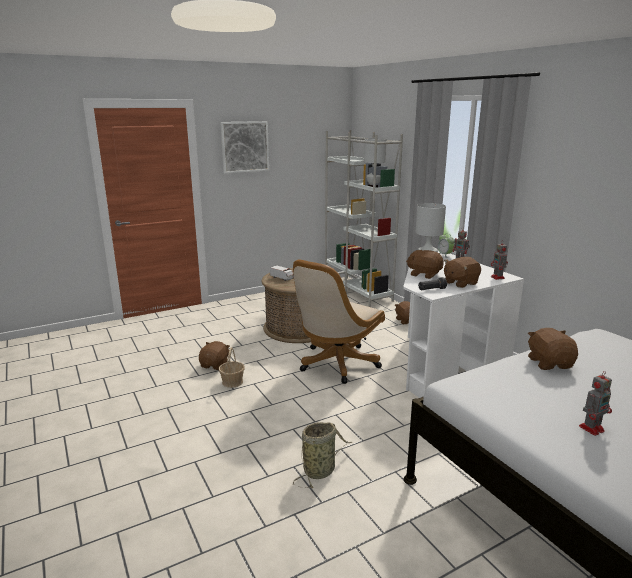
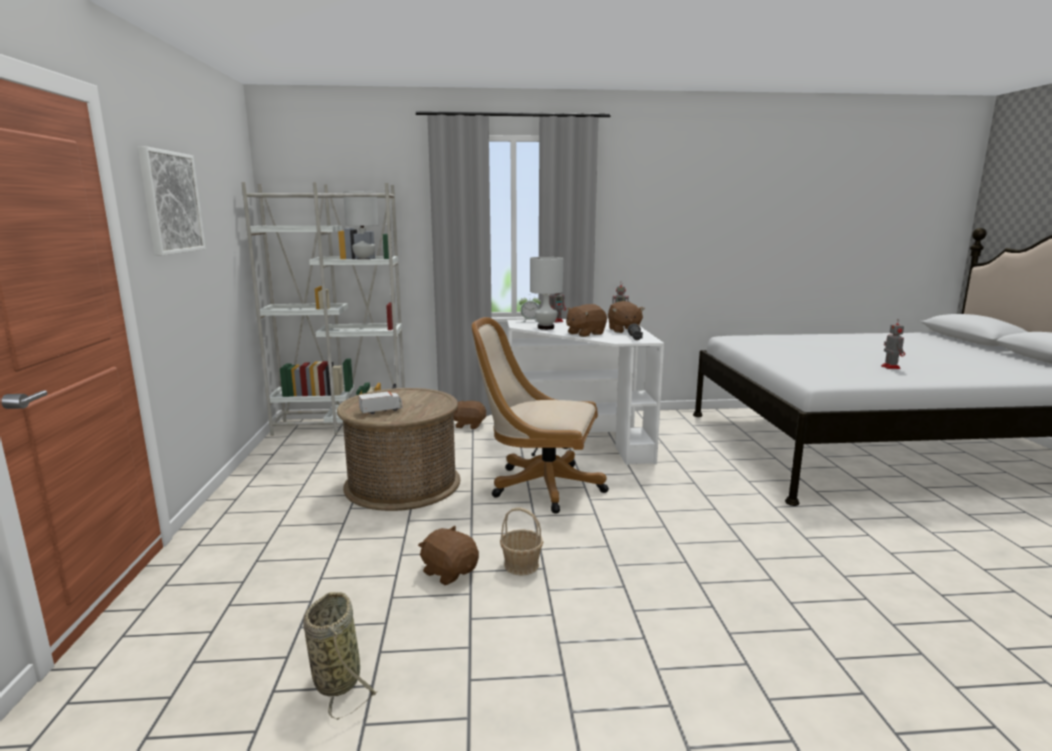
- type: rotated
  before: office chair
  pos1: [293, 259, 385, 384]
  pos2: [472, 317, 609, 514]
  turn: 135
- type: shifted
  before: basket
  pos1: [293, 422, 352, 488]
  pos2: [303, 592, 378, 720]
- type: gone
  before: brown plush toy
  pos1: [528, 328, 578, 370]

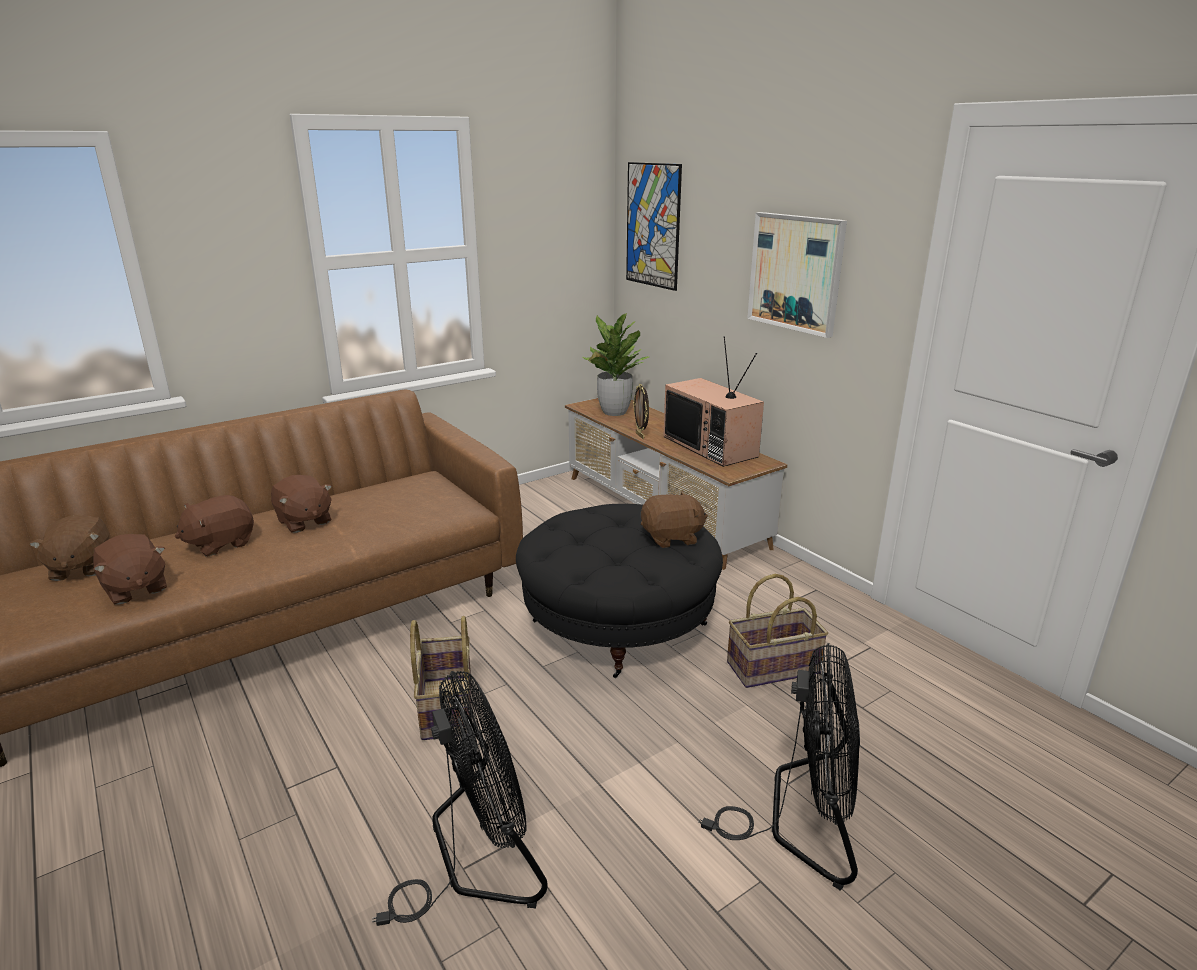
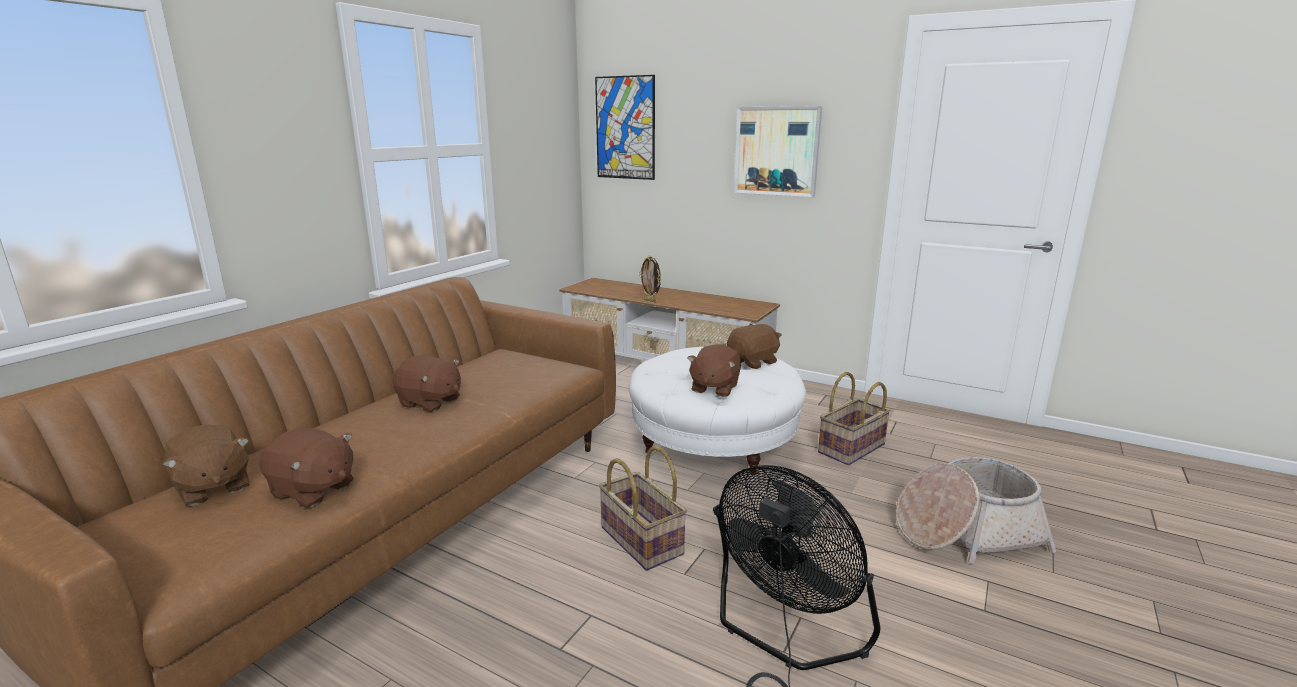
- type: shifted
  before: brown plush toy
  pos1: [175, 495, 254, 557]
  pos2: [687, 344, 741, 397]
- type: repainted
  before: black ottoman
  after: white ottoman
  pos1: [516, 504, 723, 678]
  pos2: [629, 347, 806, 483]
- type: gone
  before: potted plant
  pos1: [583, 313, 649, 416]
- type: gone
  before: television
  pos1: [663, 336, 764, 467]
- type: swapped
  before: black fan
  after: basket
  pos1: [698, 643, 860, 891]
  pos2: [896, 457, 1056, 564]

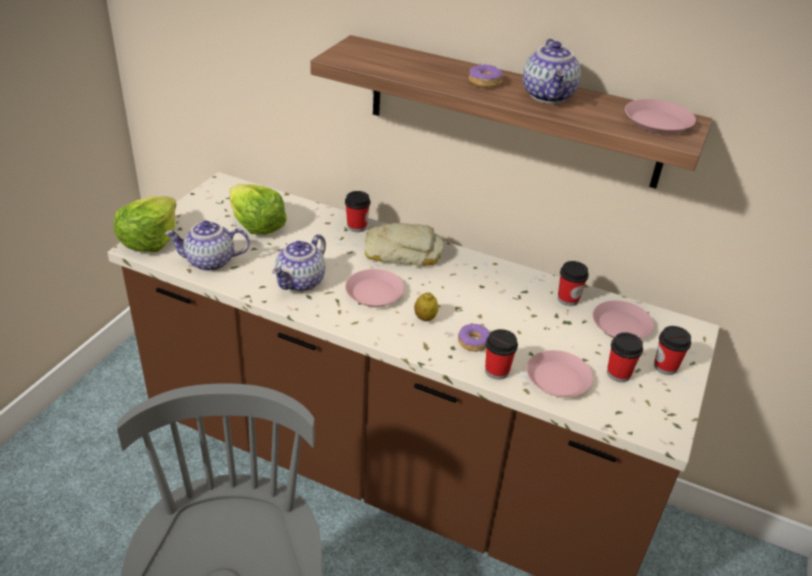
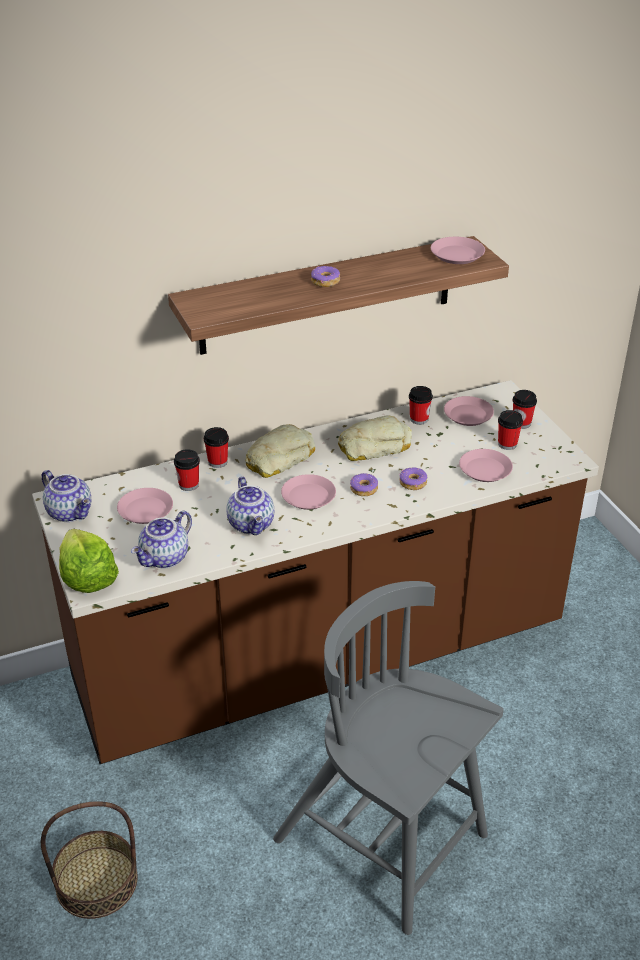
- type: swapped
  before: lettuce
  after: pink plate
  pos1: [230, 184, 287, 235]
  pos2: [117, 488, 173, 524]
- type: swapped
  before: lemon
  after: donut
  pos1: [414, 292, 438, 321]
  pos2: [350, 473, 378, 496]
- type: shifted
  before: cup
  pos1: [485, 329, 518, 380]
  pos2: [174, 449, 200, 491]
- type: shifted
  before: teapot
  pos1: [523, 39, 581, 103]
  pos2: [42, 470, 91, 522]
- type: new
  after: basket
  pos2: [41, 801, 138, 919]
- type: new
  after: bread
  pos2: [338, 415, 412, 461]

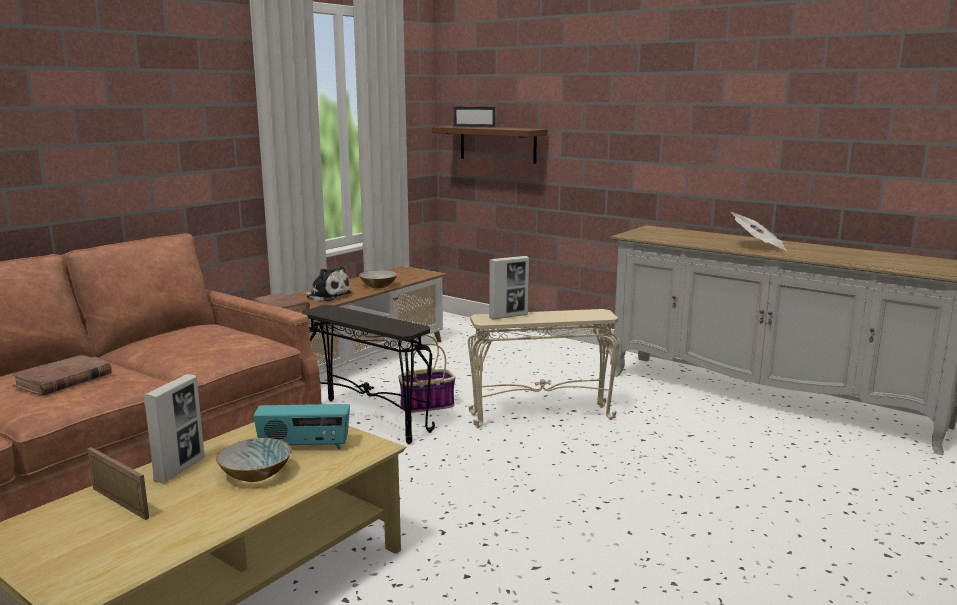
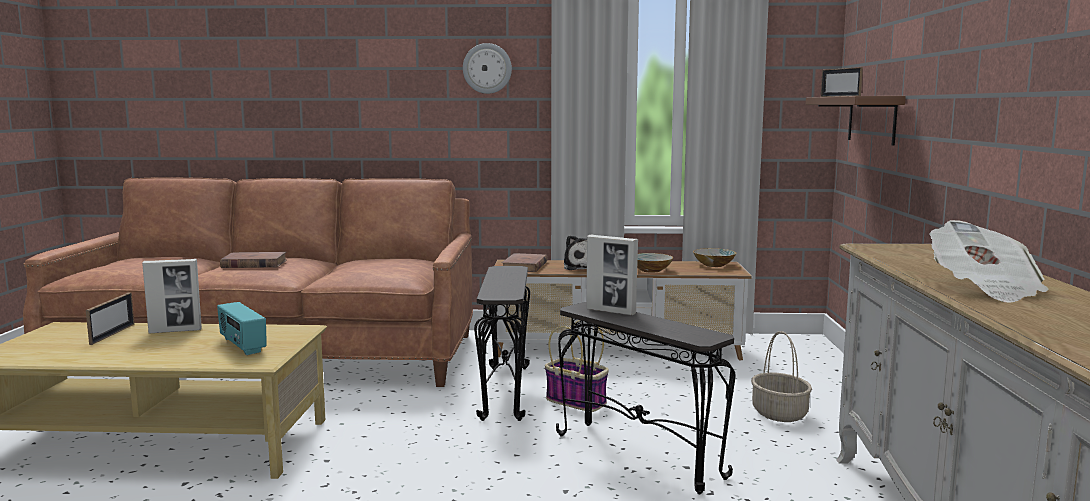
- type: shifted
  before: bowl
  pos1: [216, 438, 292, 482]
  pos2: [693, 248, 736, 267]
- type: repainted
  before: beige side table
  after: black side table
  pos1: [468, 309, 620, 428]
  pos2: [556, 302, 736, 494]
- type: new
  after: wall clock
  pos2: [463, 43, 512, 94]
- type: new
  after: basket
  pos2: [751, 331, 812, 422]

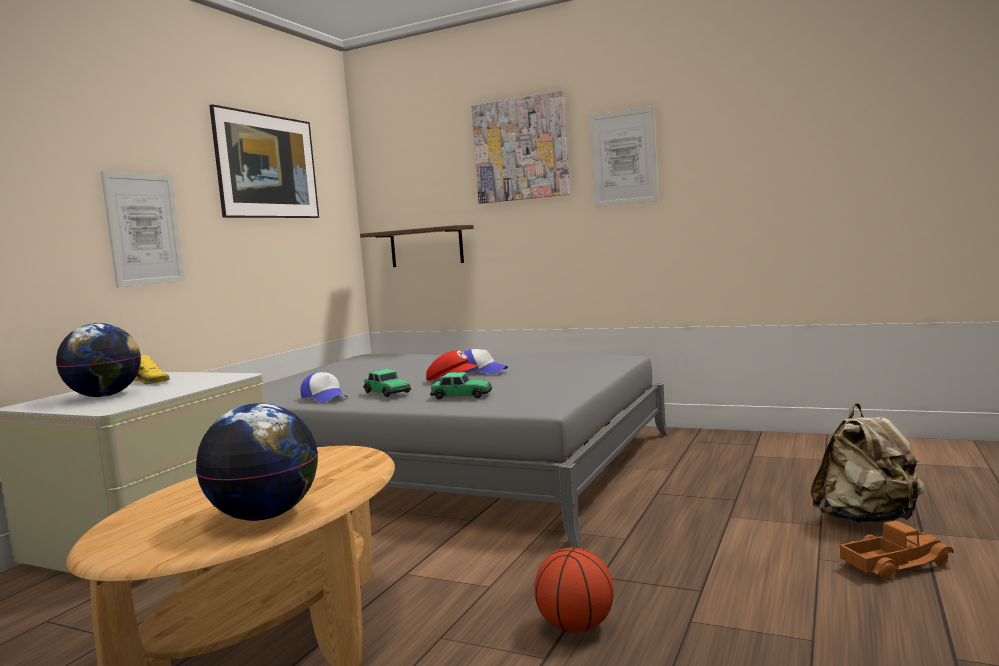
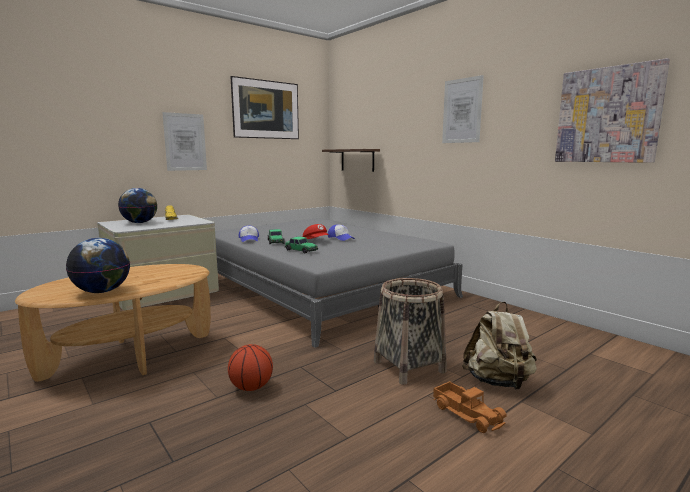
- type: shifted
  before: picture
  pos1: [471, 90, 570, 204]
  pos2: [555, 58, 670, 163]
- type: rotated
  before: toy truck
  pos1: [840, 520, 954, 580]
  pos2: [433, 381, 507, 433]
  turn: 45
- type: new
  after: basket
  pos2: [374, 278, 446, 385]

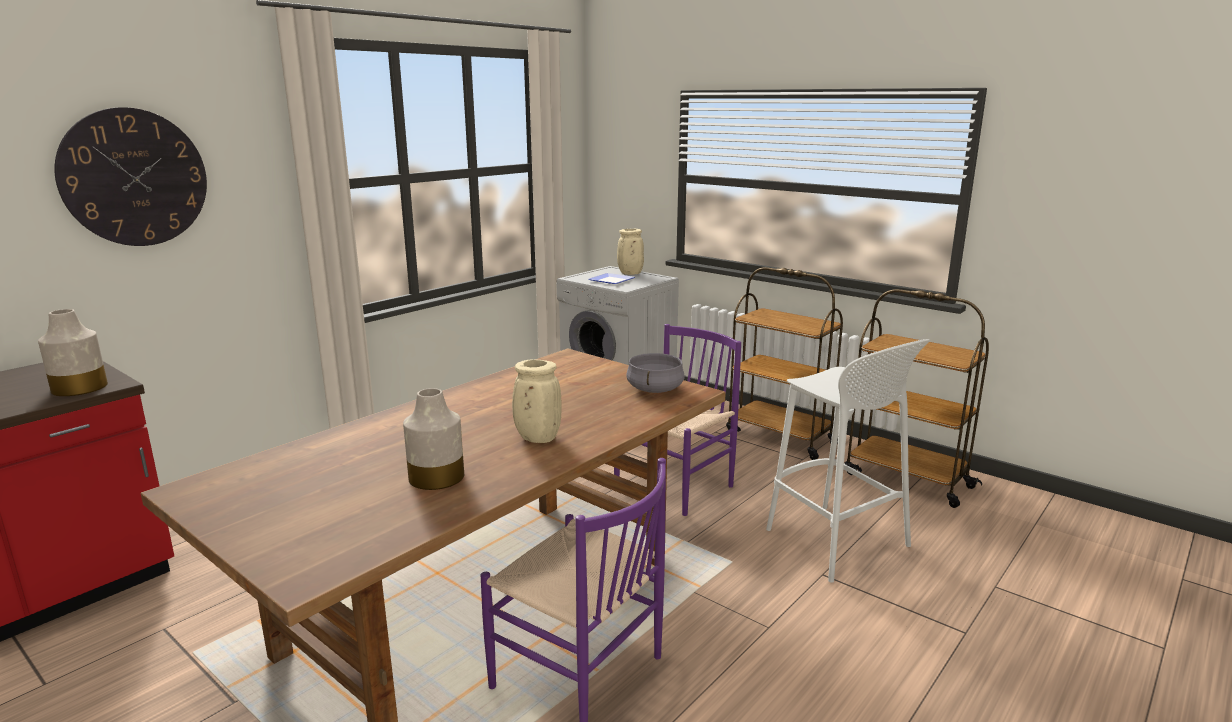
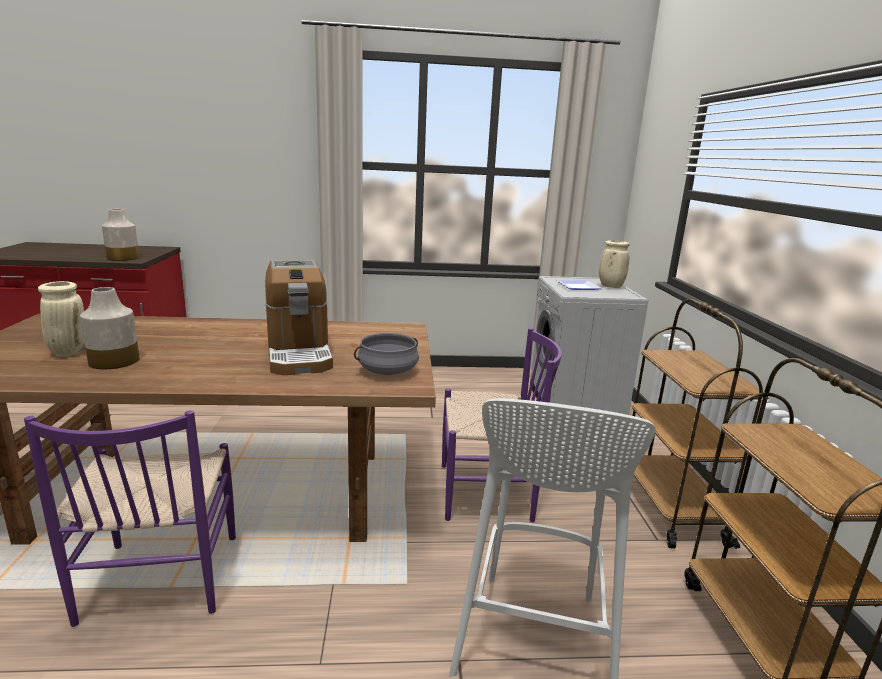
- type: gone
  before: wall clock
  pos1: [55, 107, 207, 246]
- type: shifted
  before: beige vase
  pos1: [512, 359, 562, 443]
  pos2: [38, 281, 84, 357]
- type: new
  after: coffee machine
  pos2: [265, 260, 333, 375]

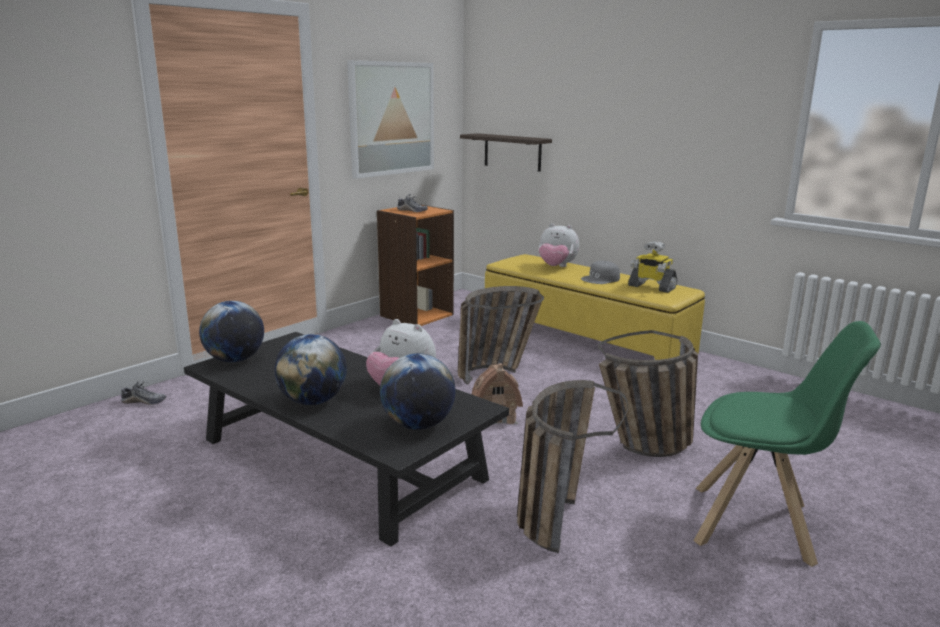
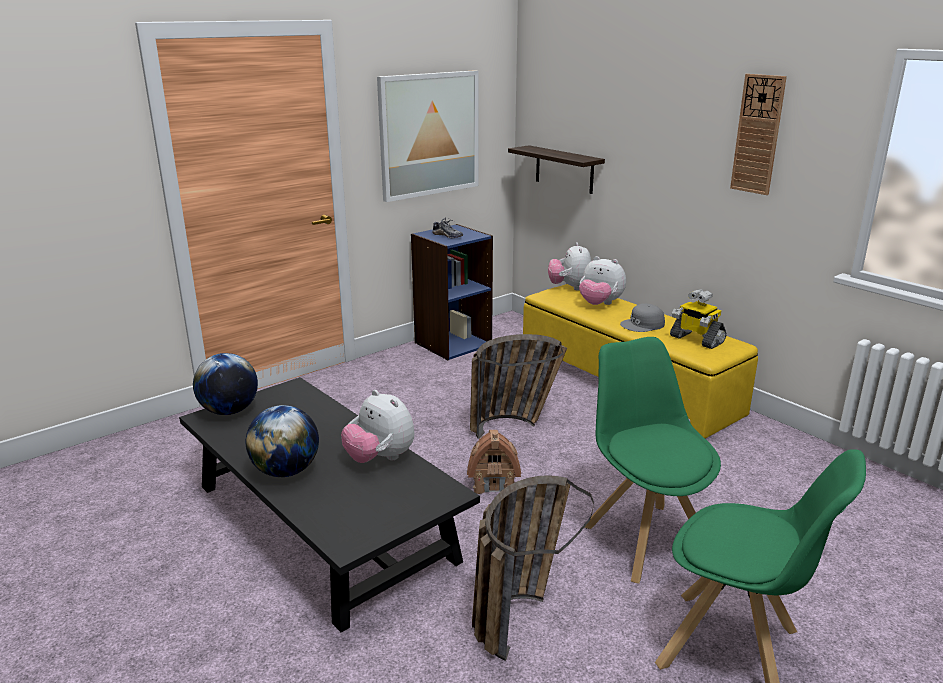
- type: gone
  before: shoe
  pos1: [121, 381, 166, 405]
- type: repainted
  before: orange bookcase
  after: blue bookcase
  pos1: [377, 205, 454, 326]
  pos2: [411, 224, 493, 360]
- type: gone
  before: globe
  pos1: [380, 353, 455, 430]
- type: swapped
  before: basket
  after: green chair
  pos1: [598, 330, 698, 457]
  pos2: [584, 337, 721, 584]
- type: new
  after: plush toy
  pos2: [548, 242, 591, 290]
- type: new
  after: wall clock
  pos2: [730, 74, 787, 195]

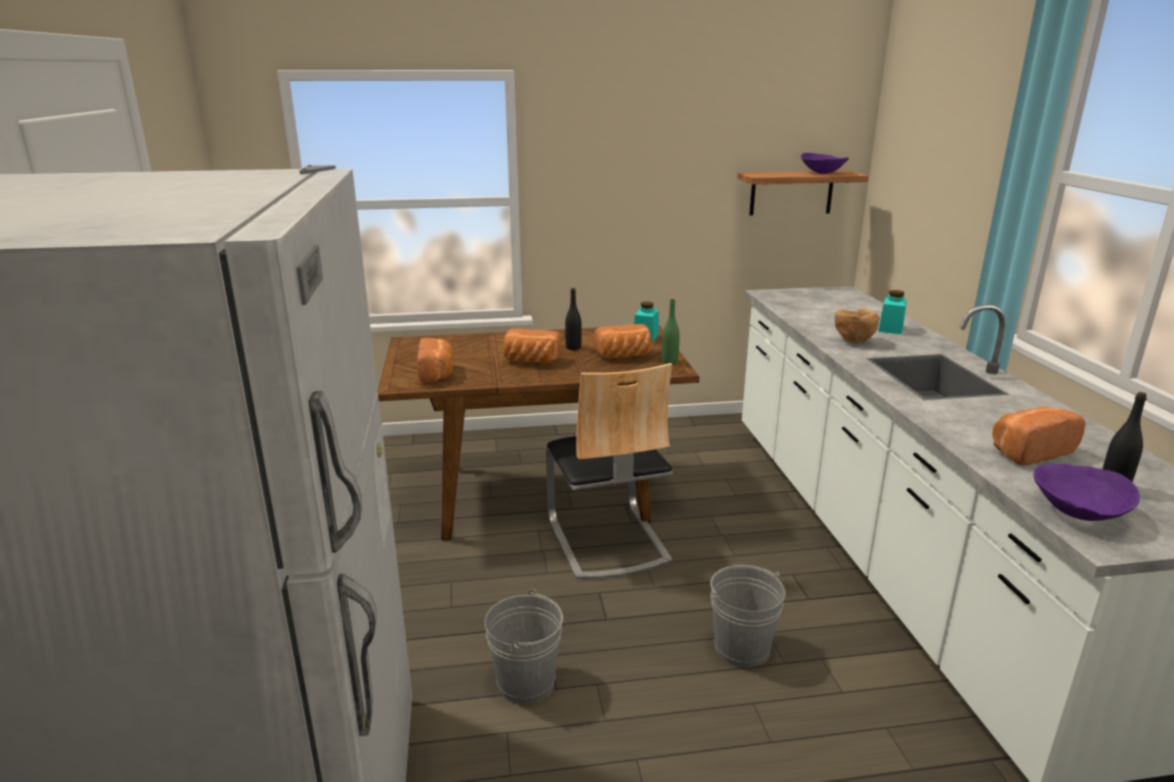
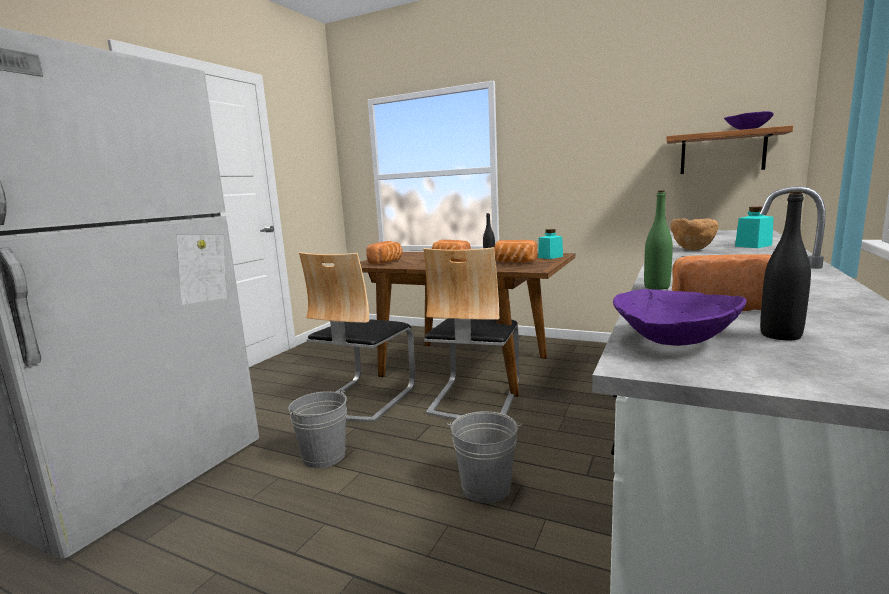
- type: shifted
  before: green bottle
  pos1: [662, 299, 680, 364]
  pos2: [644, 190, 673, 290]
- type: new
  after: chair
  pos2: [299, 252, 416, 422]

